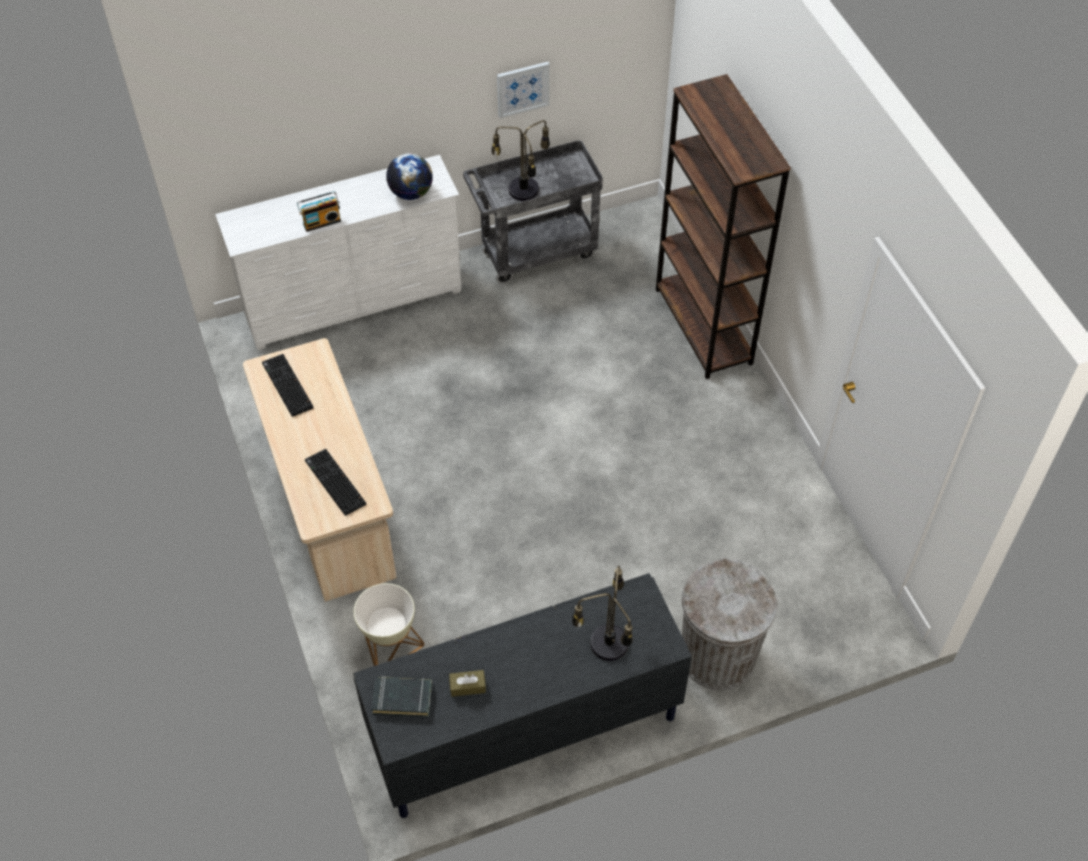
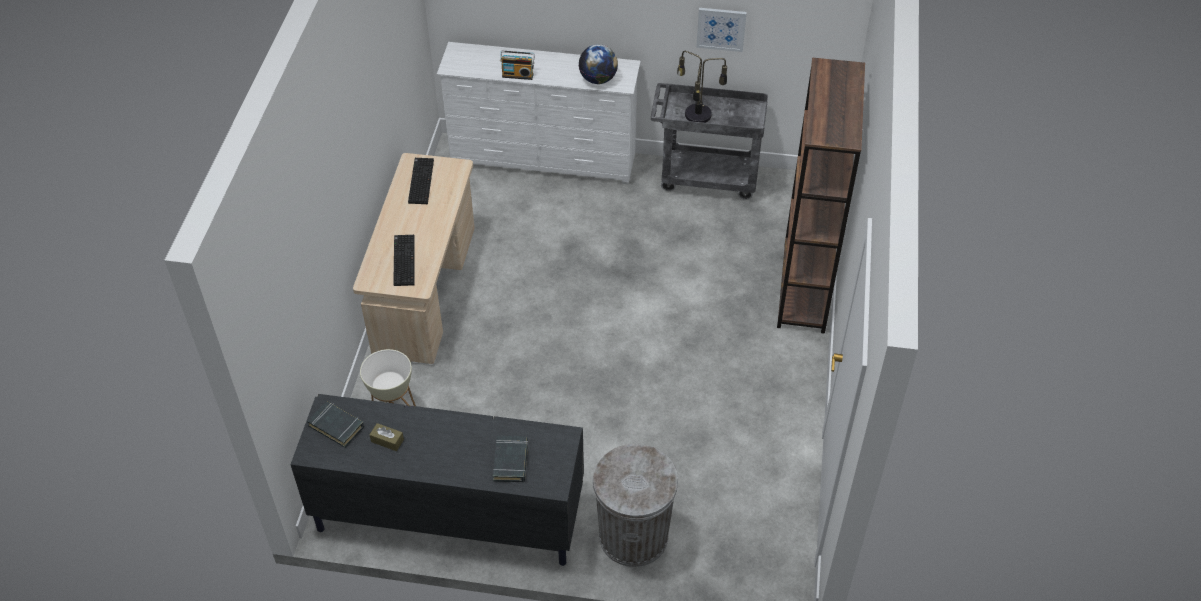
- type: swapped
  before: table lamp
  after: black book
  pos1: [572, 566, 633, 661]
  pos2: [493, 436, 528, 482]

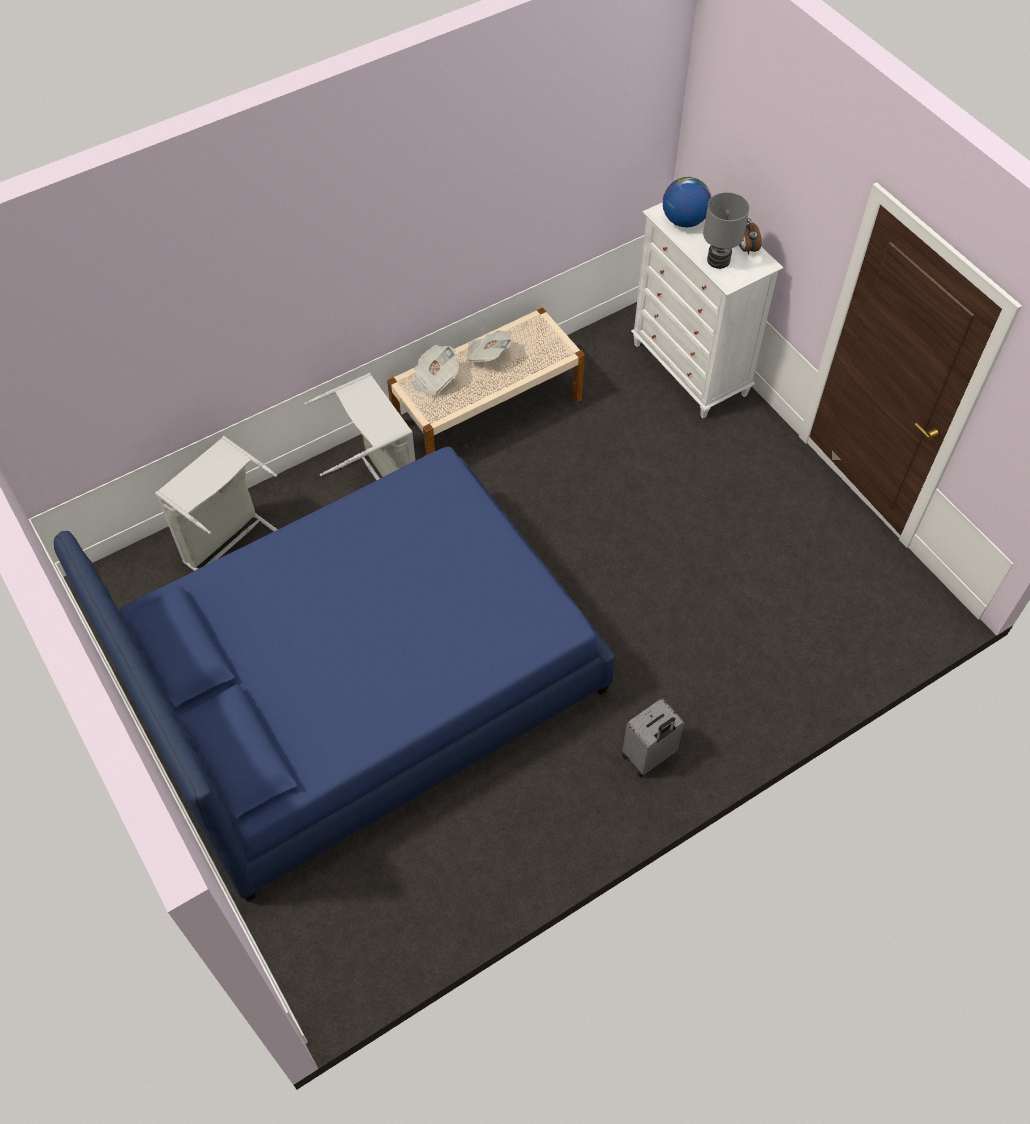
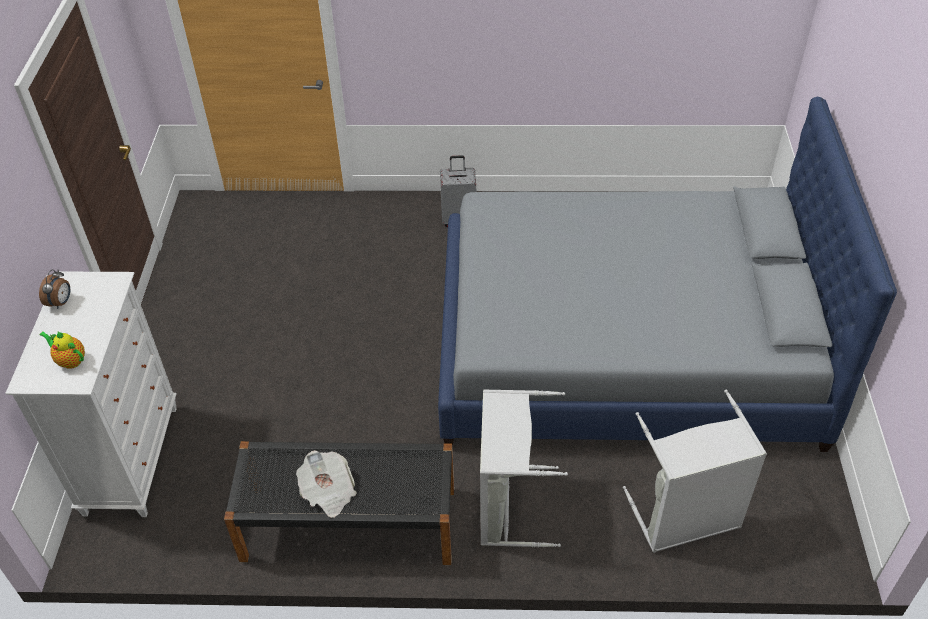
- type: repainted
  before: blue bed
  after: grey bed
  pos1: [54, 447, 615, 902]
  pos2: [438, 96, 897, 452]
- type: repainted
  before: beige bench
  after: black bench
  pos1: [387, 307, 585, 455]
  pos2: [224, 441, 454, 565]
- type: gone
  before: newspaper
  pos1: [410, 345, 459, 396]
- type: swapped
  before: globe
  after: teapot
  pos1: [663, 177, 711, 227]
  pos2: [39, 331, 85, 369]
- type: gone
  before: grey table lamp
  pos1: [703, 192, 749, 269]

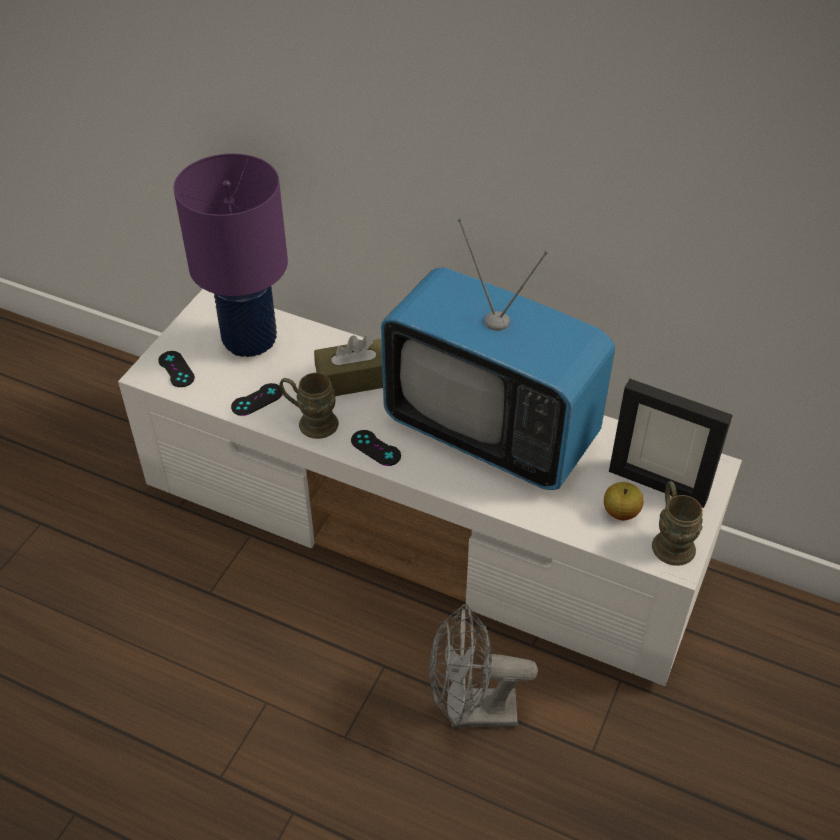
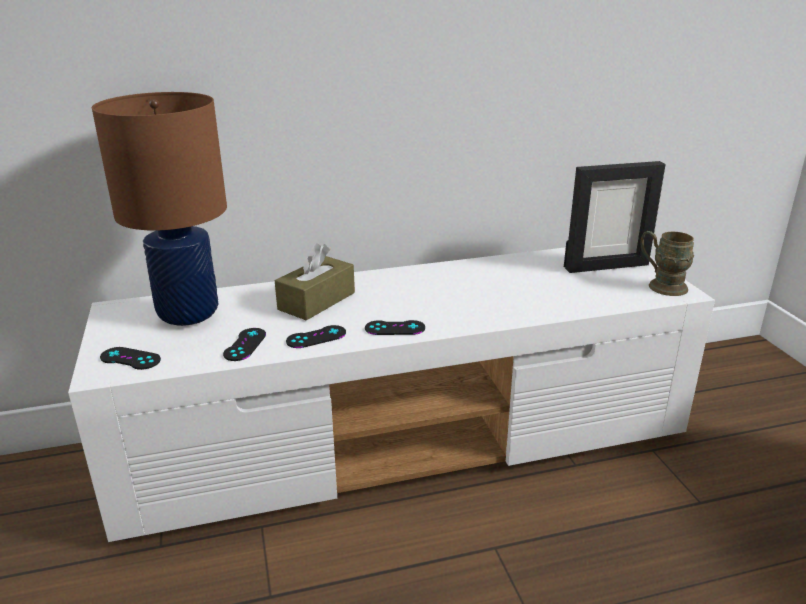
- type: repainted
  before: purple table lamp
  after: brown table lamp
  pos1: [174, 153, 288, 357]
  pos2: [92, 92, 227, 326]
- type: swapped
  before: brown mug
  after: black game controller
  pos1: [280, 373, 339, 439]
  pos2: [286, 325, 346, 348]
- type: gone
  before: television
  pos1: [381, 219, 615, 490]
- type: gone
  before: grey fan
  pos1: [429, 604, 538, 727]
- type: gone
  before: apple
  pos1: [604, 482, 643, 520]

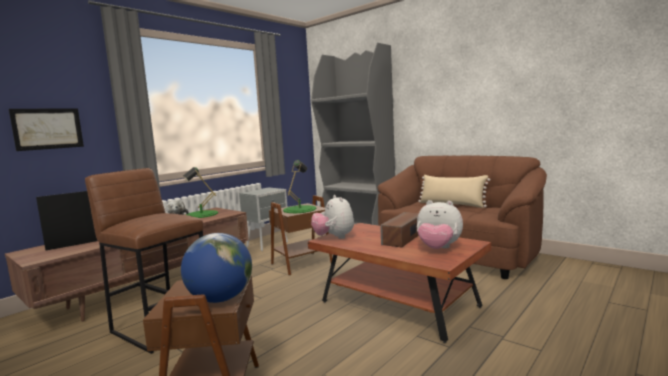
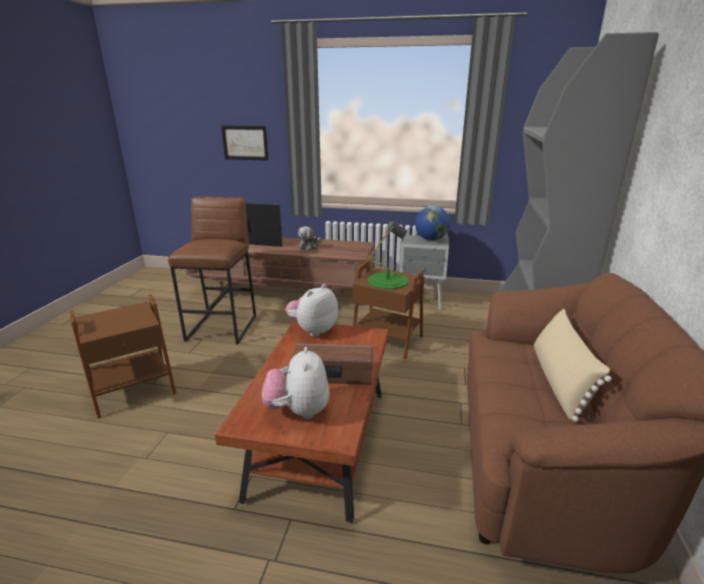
- type: shifted
  before: globe
  pos1: [181, 233, 252, 303]
  pos2: [415, 206, 450, 241]
- type: gone
  before: green table lamp
  pos1: [183, 167, 218, 218]

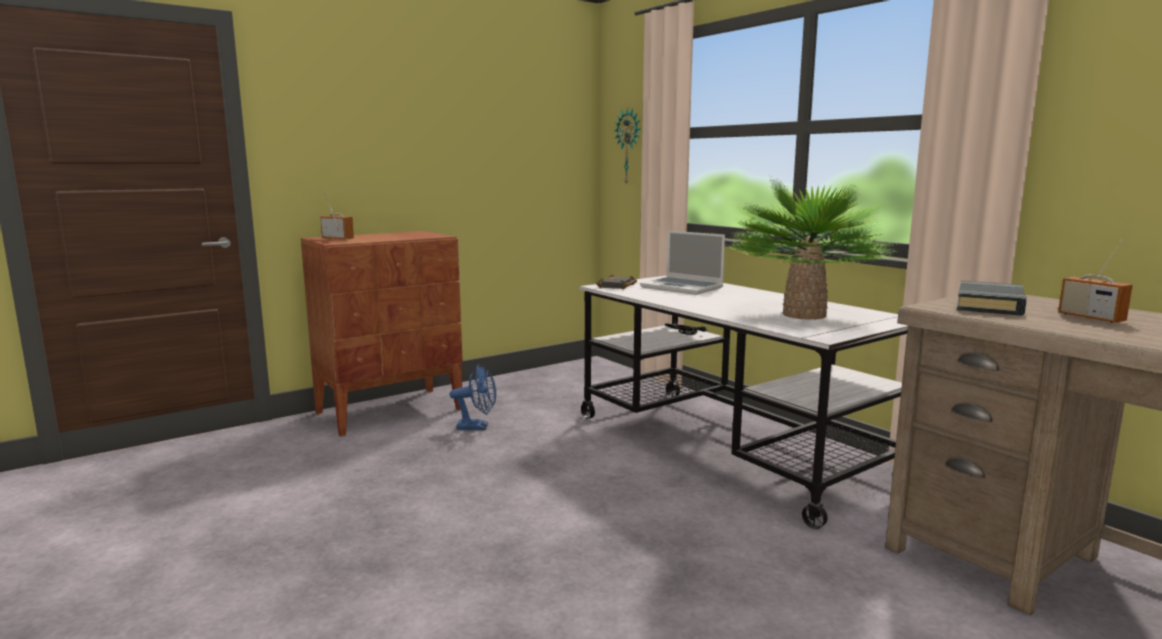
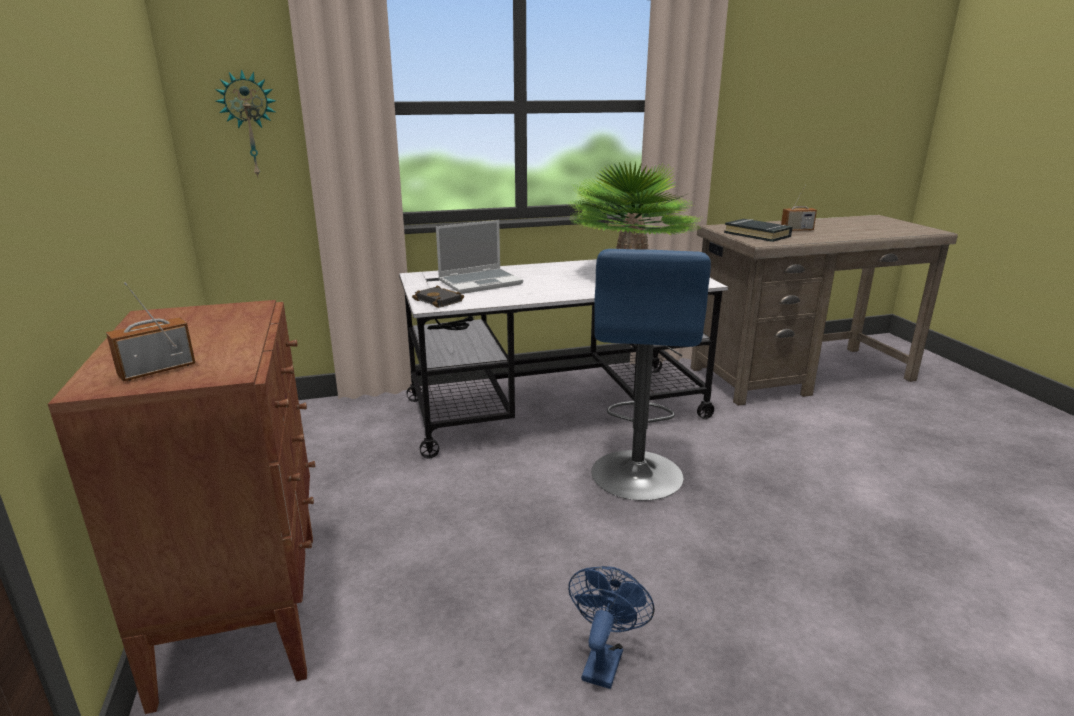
- type: shifted
  before: blue fan
  pos1: [449, 364, 496, 430]
  pos2: [568, 566, 655, 689]
- type: new
  after: blue stool
  pos2: [591, 249, 711, 501]

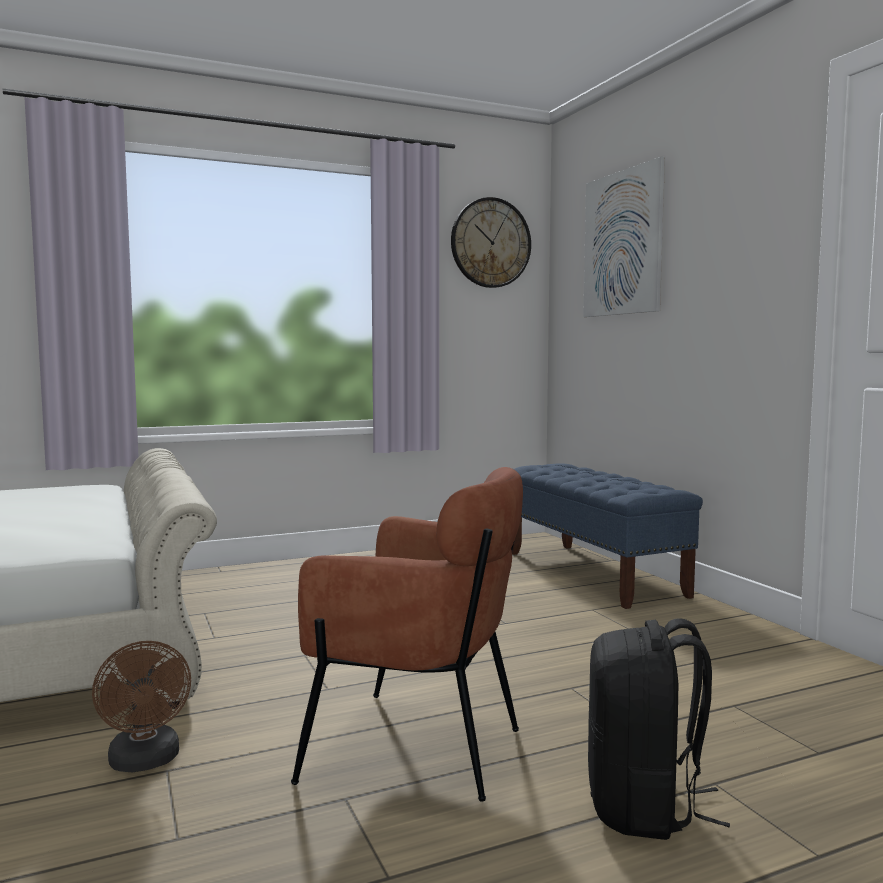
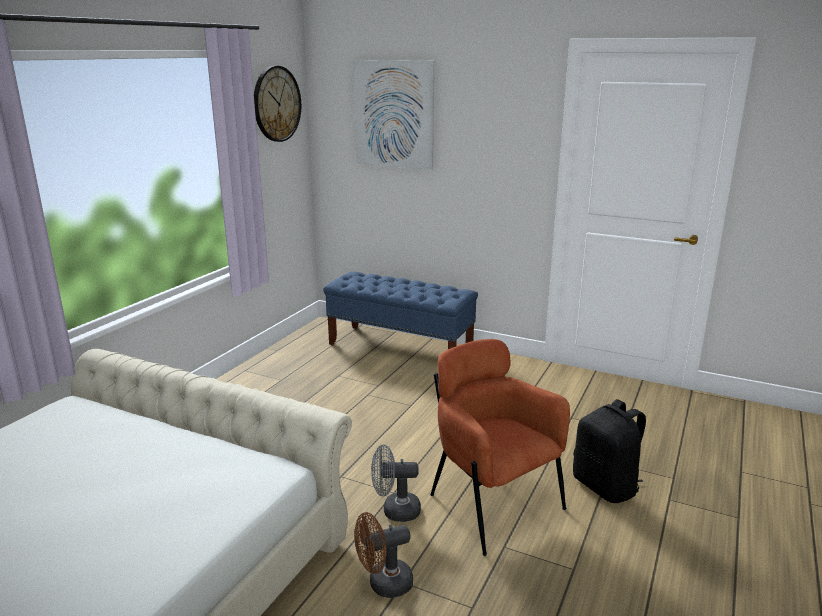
- type: rotated
  before: brown fan
  pos1: [92, 641, 191, 772]
  pos2: [354, 512, 413, 598]
  turn: 135
- type: rotated
  before: brown armchair
  pos1: [291, 467, 523, 802]
  pos2: [430, 339, 570, 556]
  turn: -105
- type: new
  after: grey fan
  pos2: [371, 445, 421, 522]

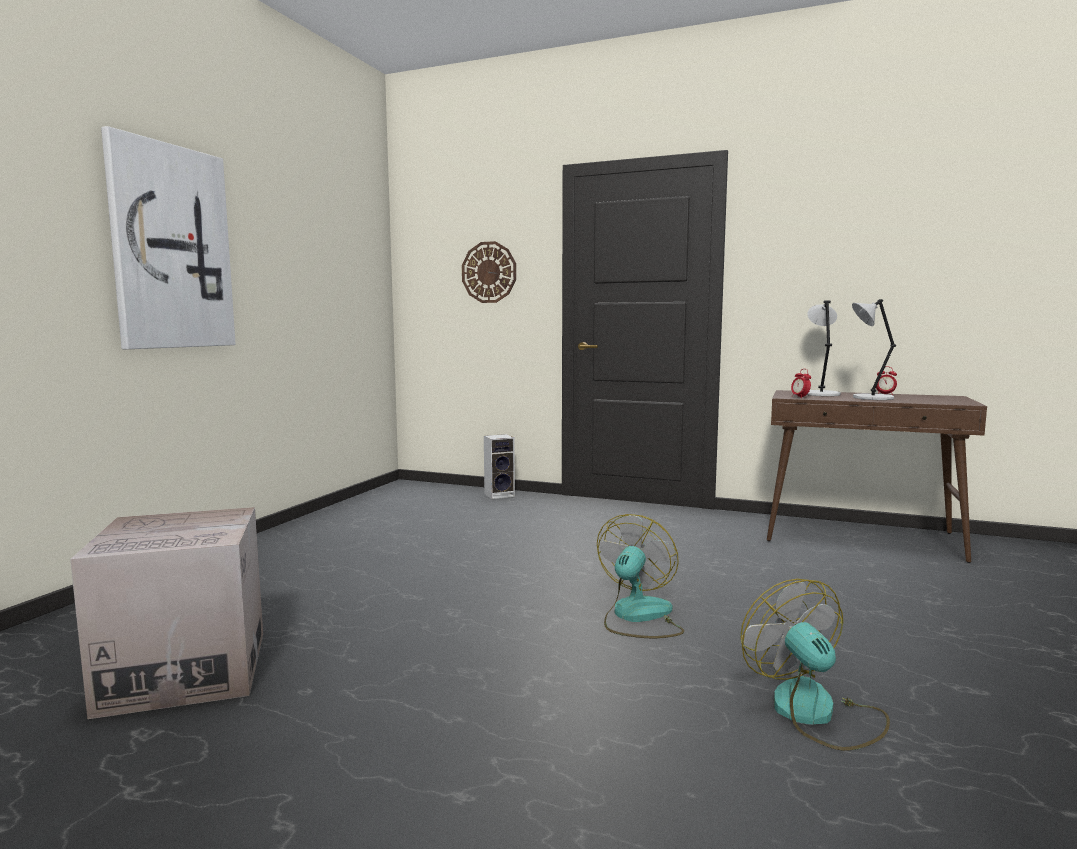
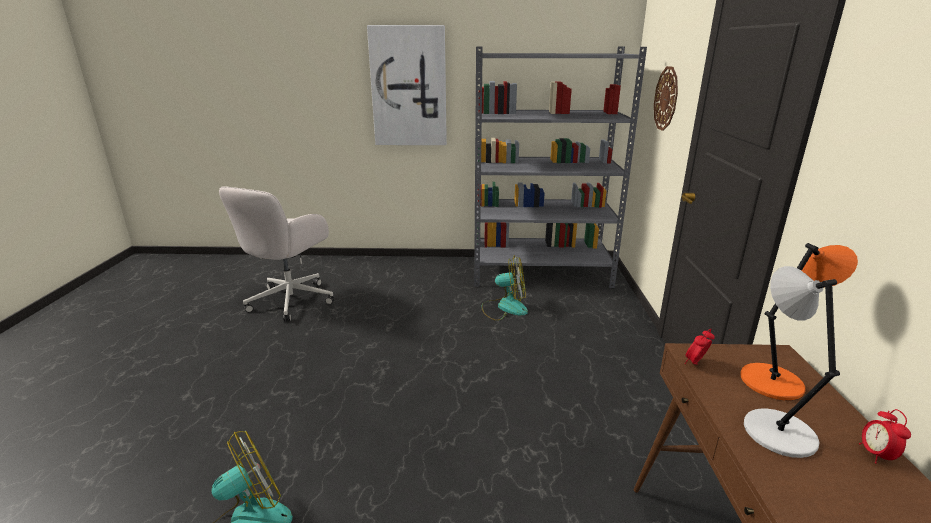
- type: swapped
  before: cardboard box
  after: white office chair
  pos1: [70, 507, 263, 719]
  pos2: [219, 186, 334, 322]
- type: gone
  before: speaker
  pos1: [484, 434, 515, 499]
- type: shifted
  before: fan
  pos1: [597, 514, 684, 638]
  pos2: [482, 256, 528, 321]
- type: repainted
  before: grey table lamp
  after: orange table lamp
  pos1: [807, 301, 841, 396]
  pos2: [740, 243, 858, 400]
- type: new
  after: grey bookcase
  pos2: [474, 47, 647, 288]

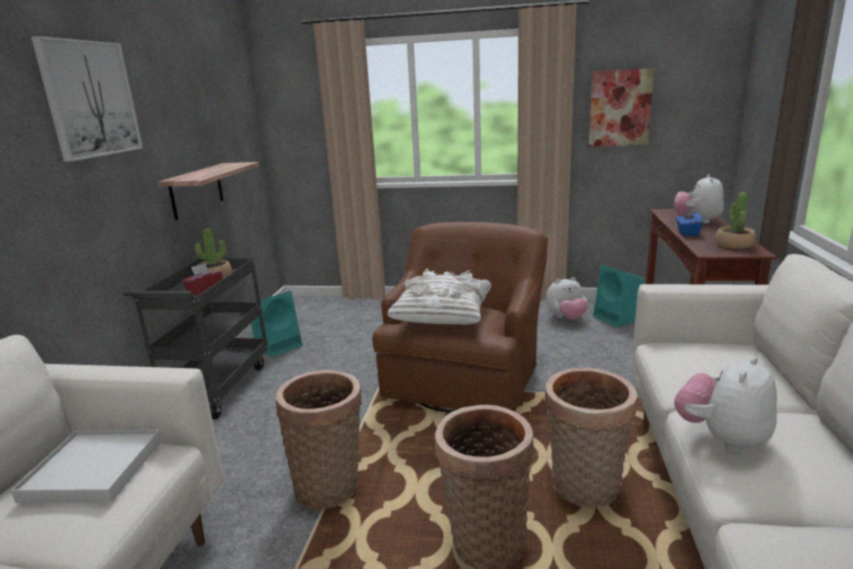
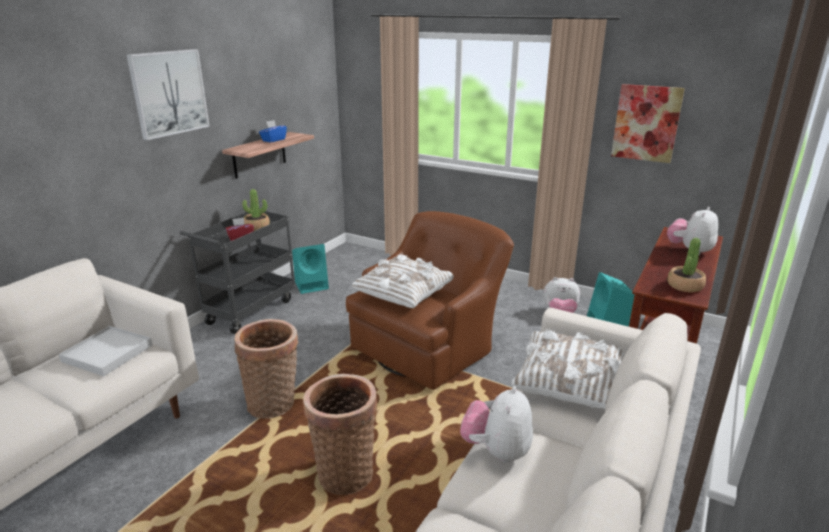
- type: gone
  before: basket
  pos1: [545, 368, 637, 508]
- type: rotated
  before: plush toy
  pos1: [674, 356, 777, 453]
  pos2: [460, 386, 533, 463]
  turn: -45
- type: shifted
  before: blue tissue box
  pos1: [676, 211, 703, 236]
  pos2: [259, 120, 287, 142]
- type: new
  after: white pillow
  pos2: [511, 329, 624, 409]

